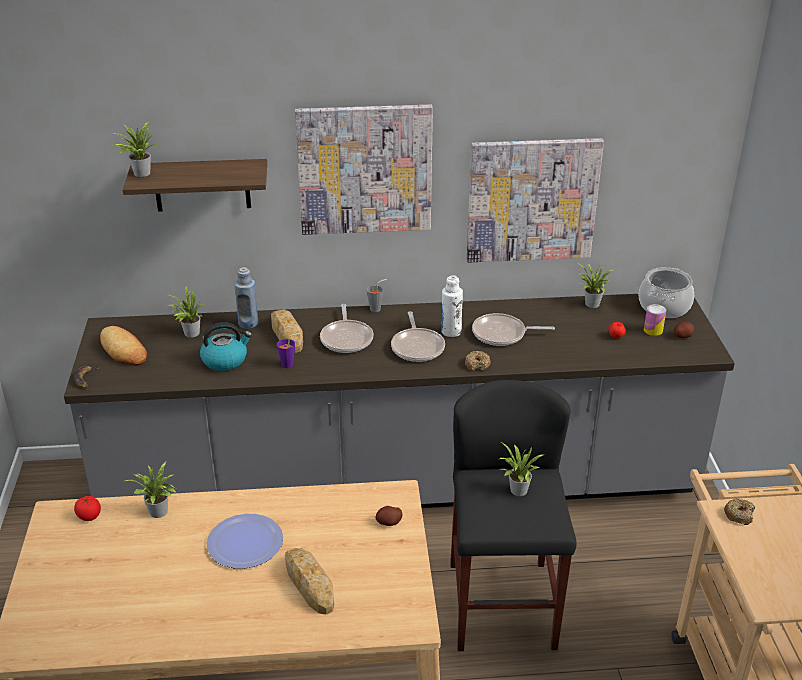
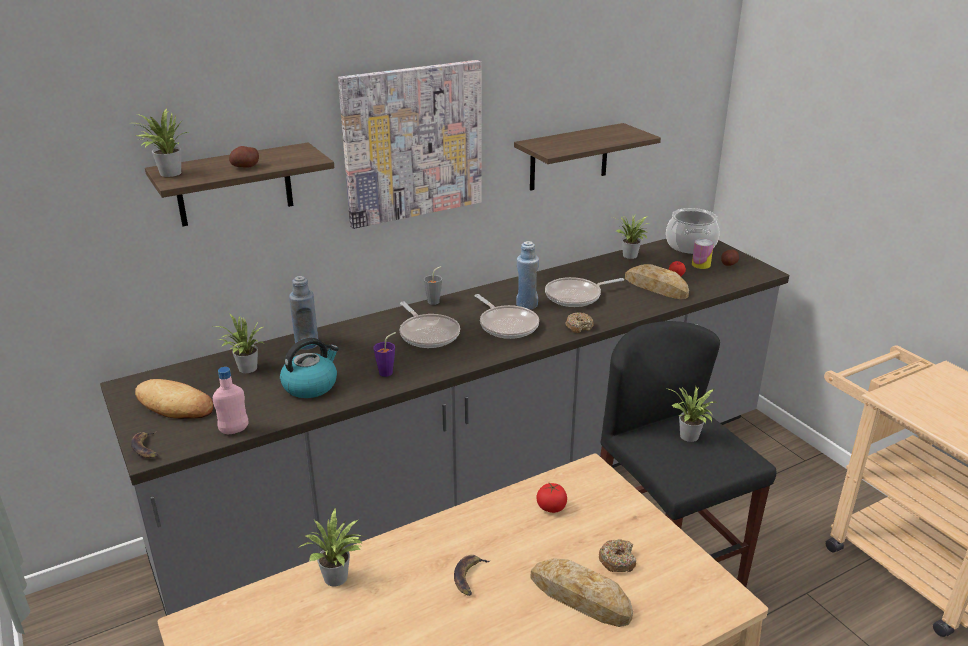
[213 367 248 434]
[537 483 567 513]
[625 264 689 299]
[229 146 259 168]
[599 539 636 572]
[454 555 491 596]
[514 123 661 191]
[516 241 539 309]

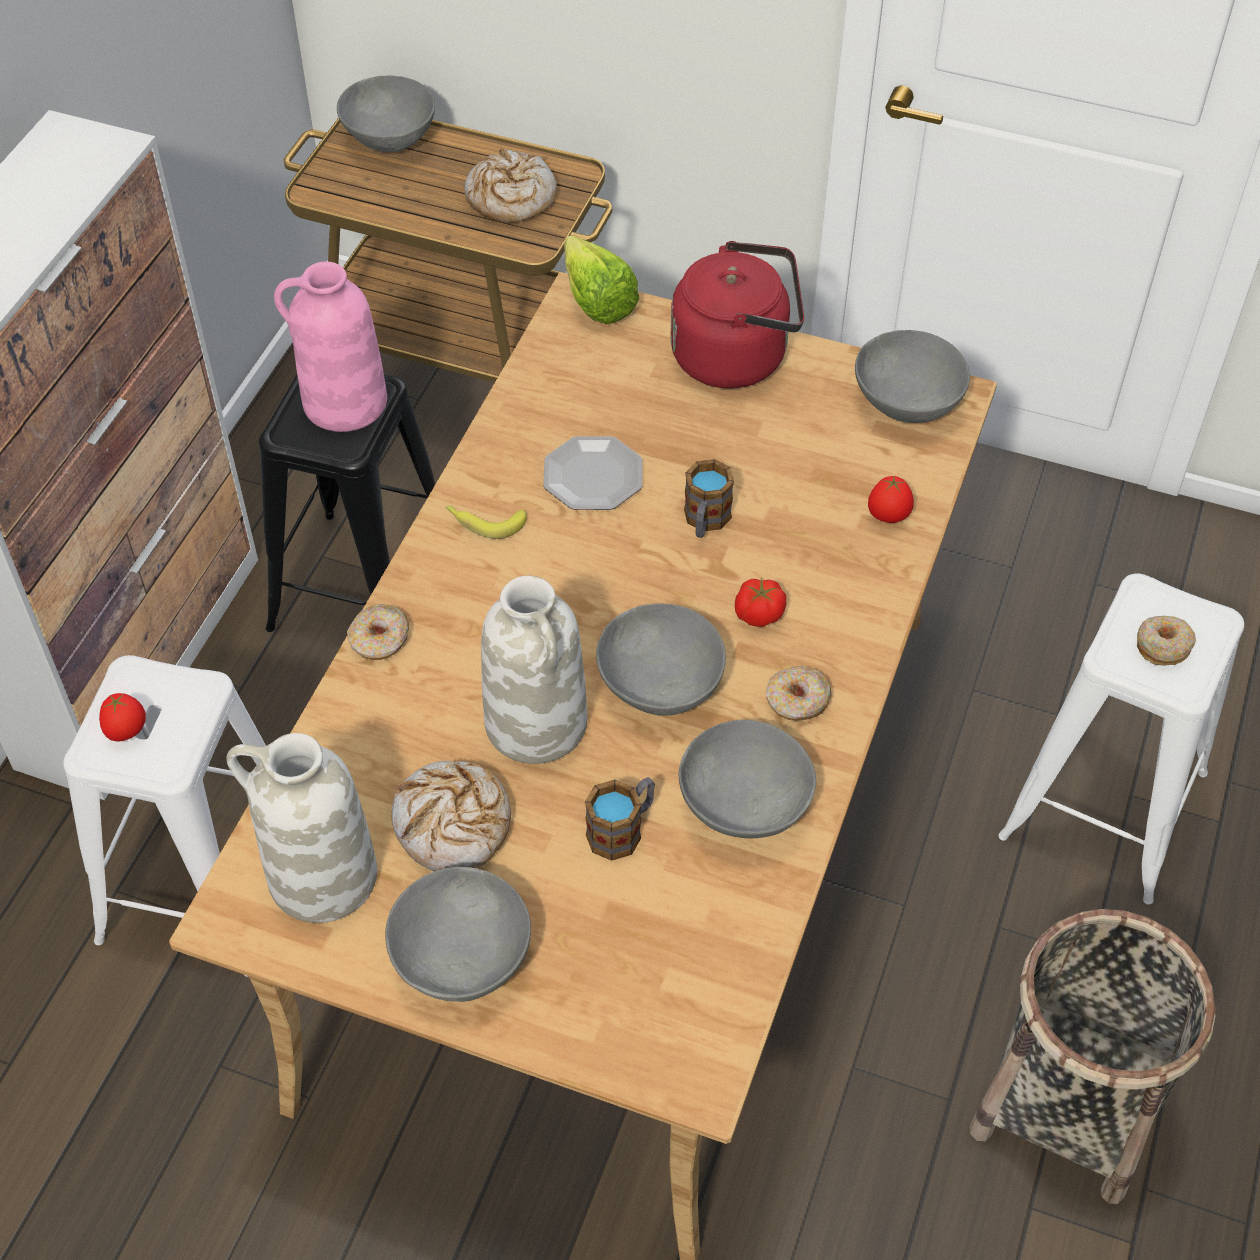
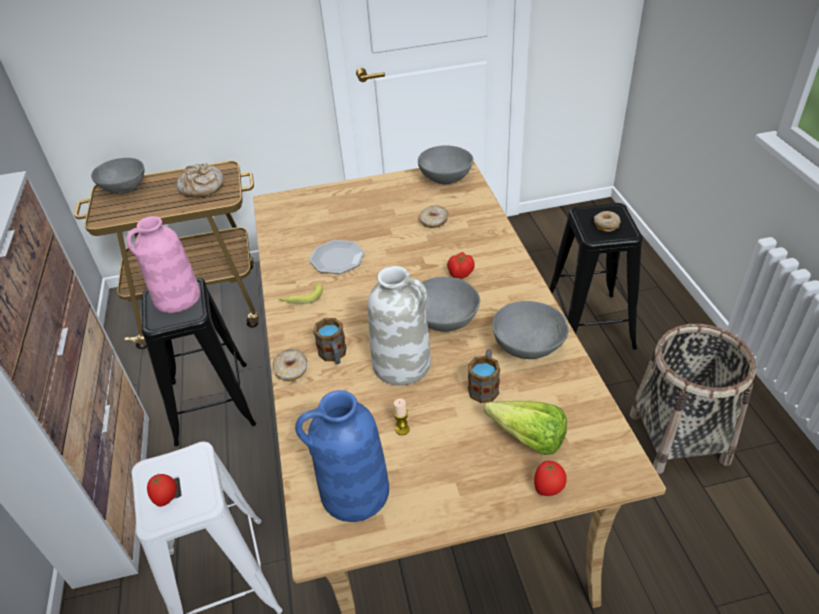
[385 867 531 1002] (first image)
[670 241 804 389] (first image)
[484 401 567 455]
[313 318 347 364]
[419 205 448 228]
[534 461 567 496]
[393 399 410 435]
[295 390 389 522]
[549 203 643 350]

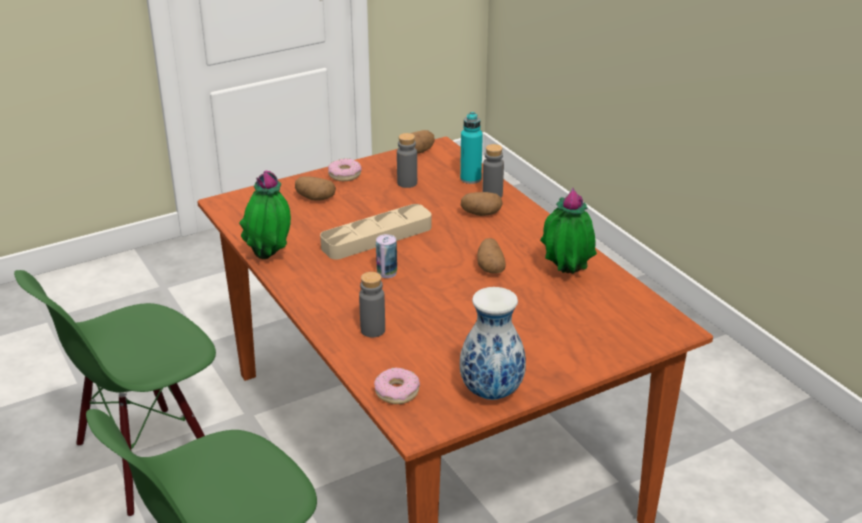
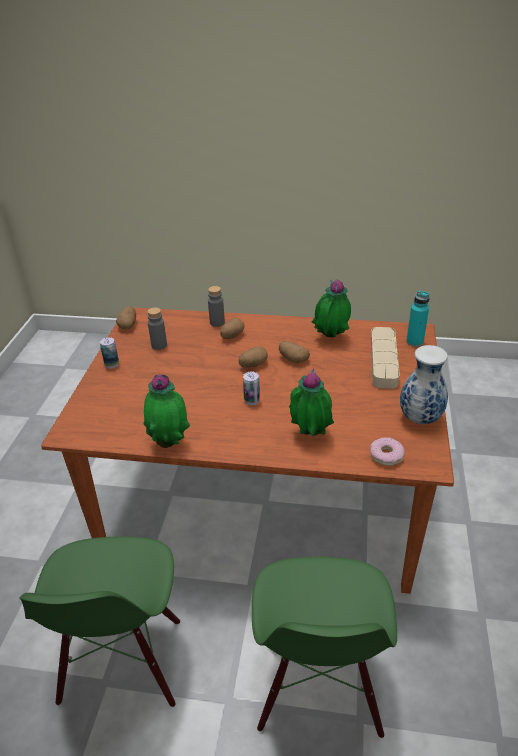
[239 346 268 368]
[371 327 400 389]
[406 290 430 347]
[100 337 119 369]
[289 369 334 436]

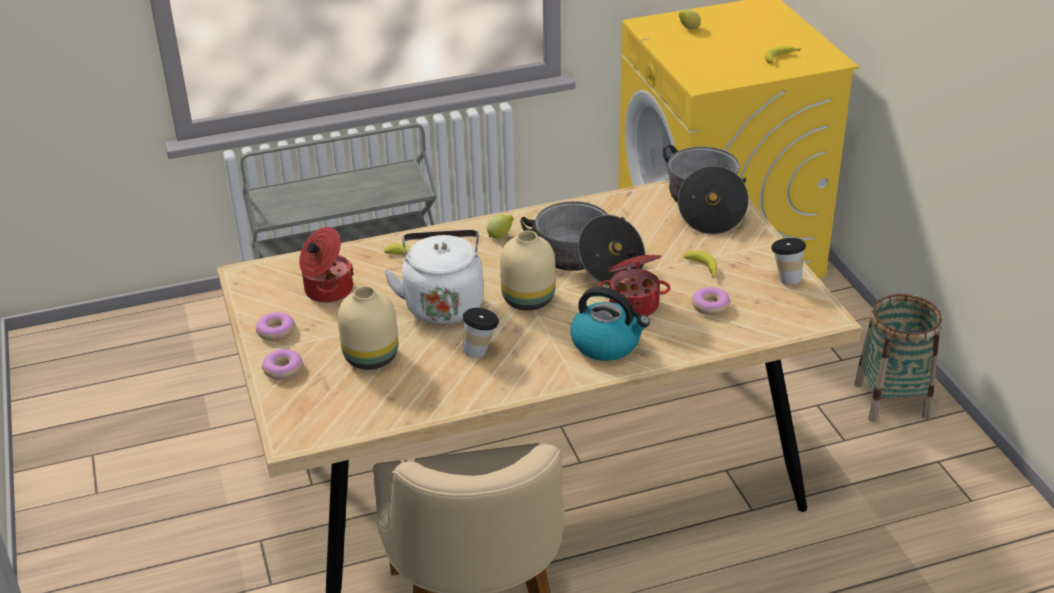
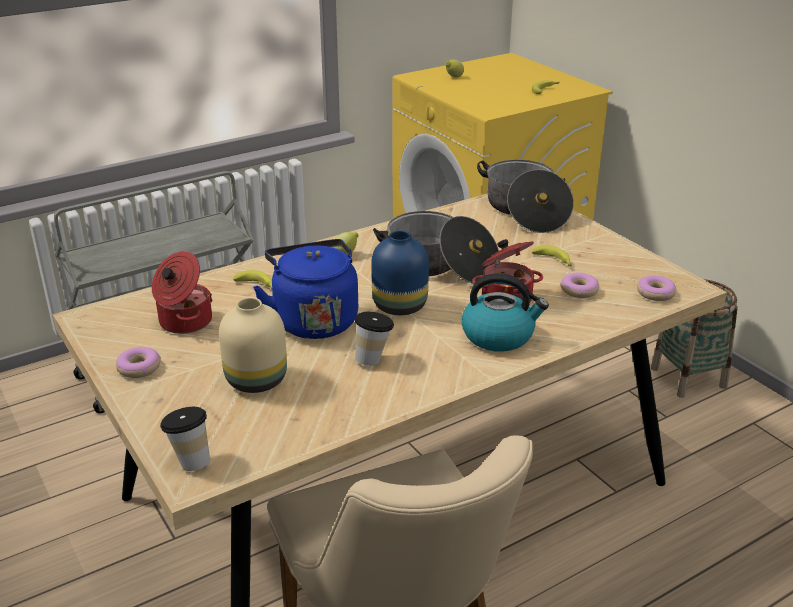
[637 275 676 301]
[160 407 210 471]
[253 239 358 339]
[371 230 429 315]

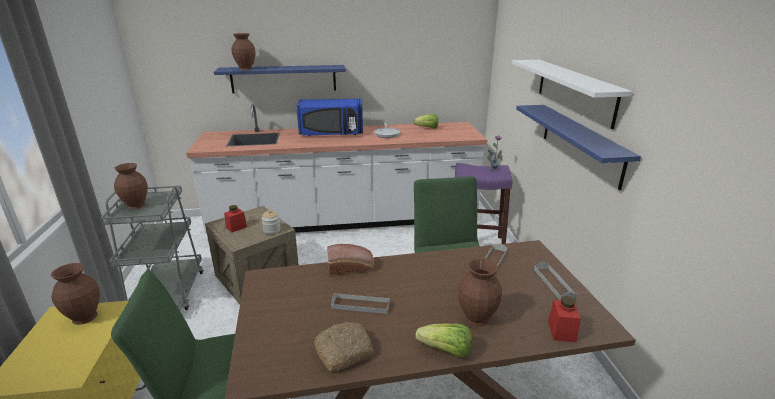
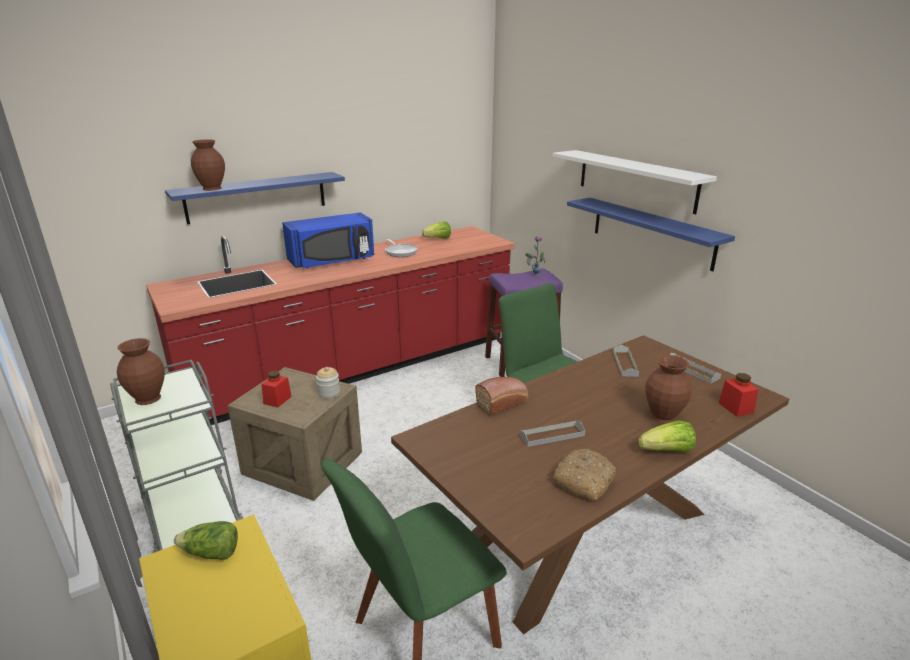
[174 521 238 560]
[146 226 515 425]

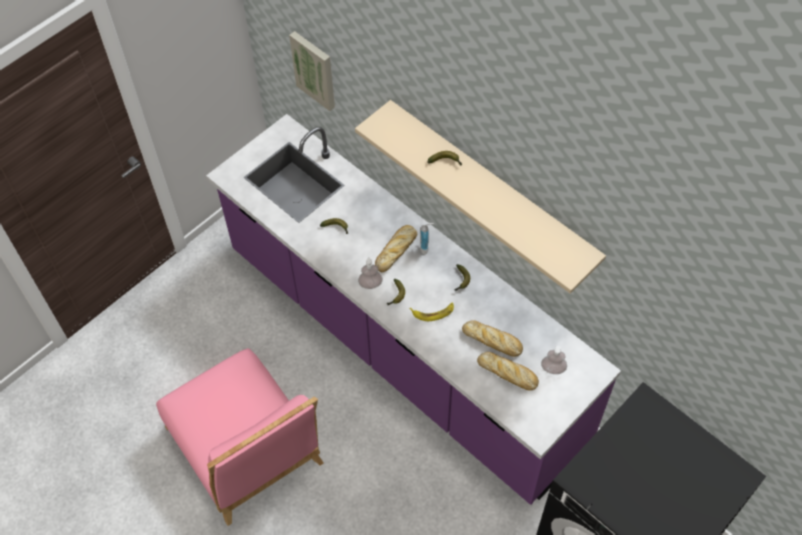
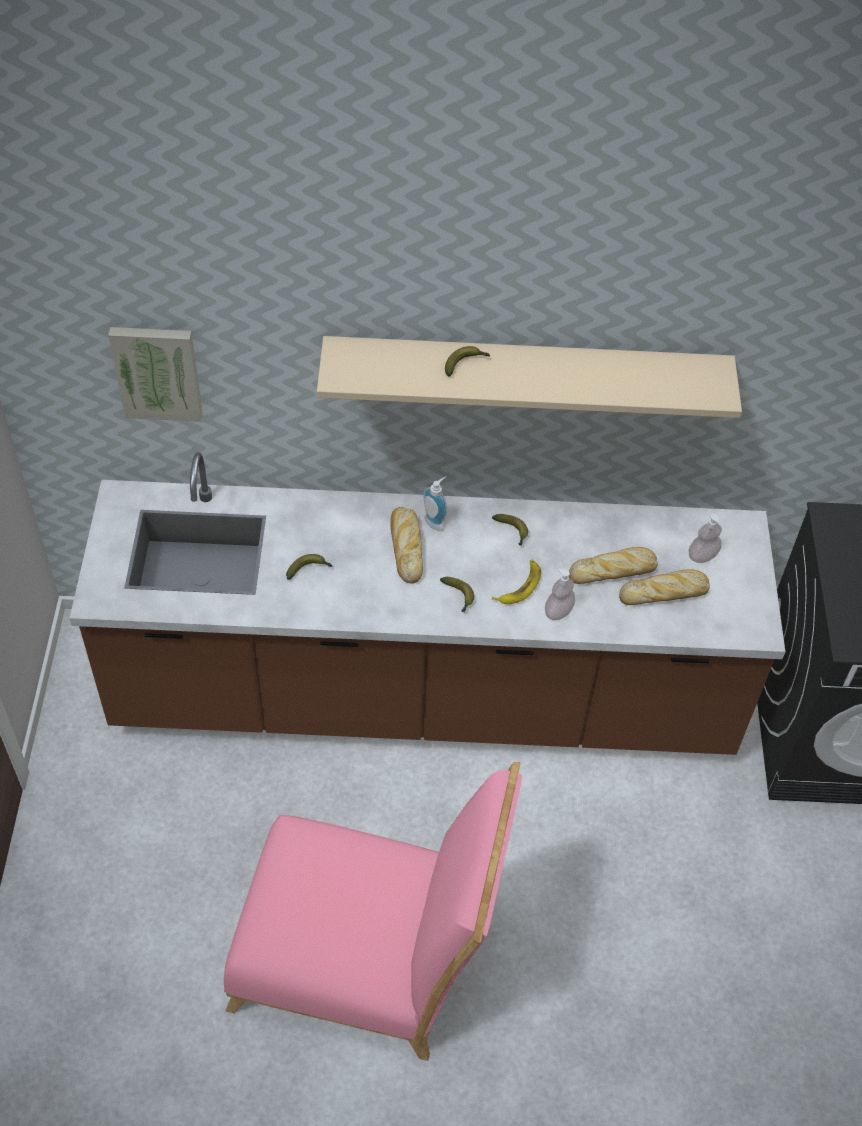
[545 569 575 620]
[70 452 785 755]

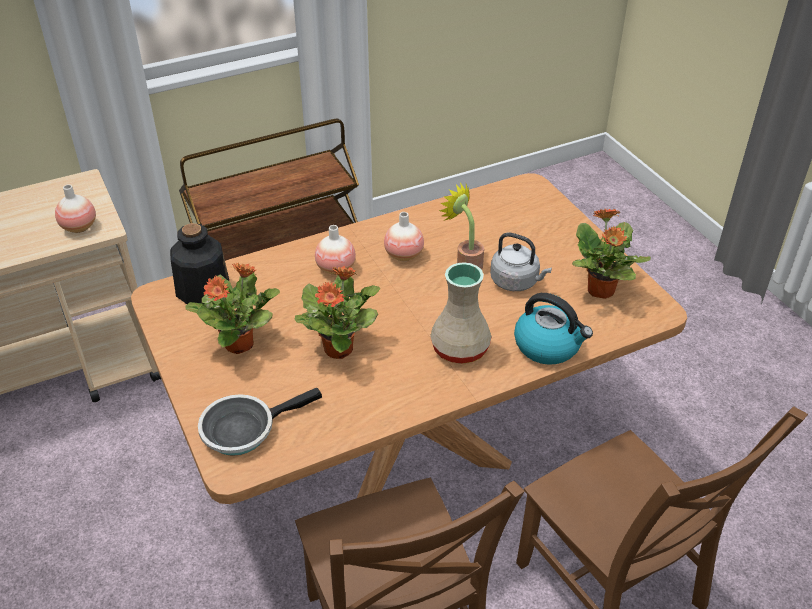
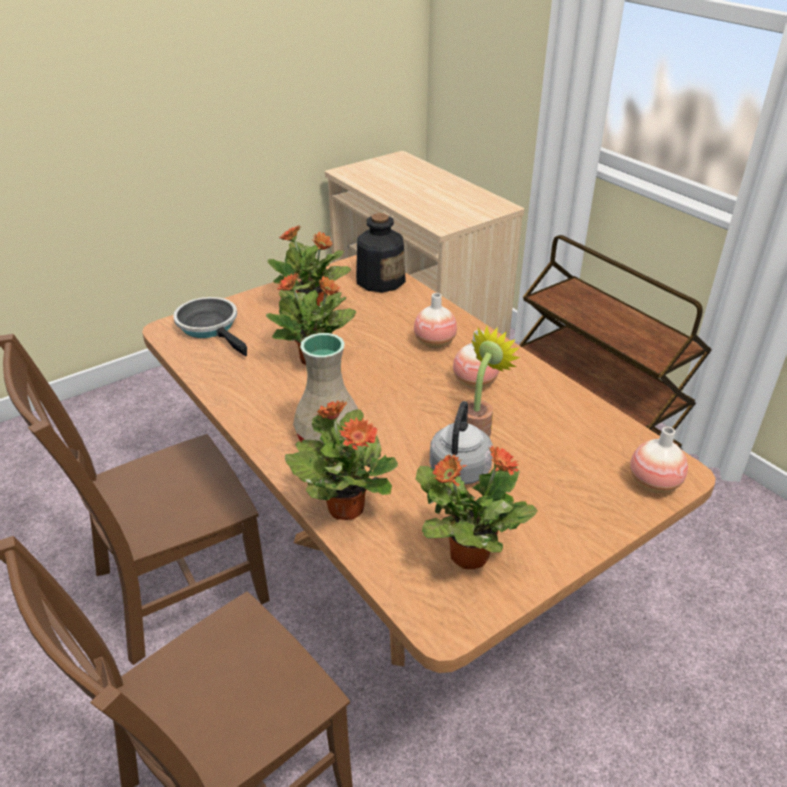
[630 427 688 493]
[285 400 398 520]

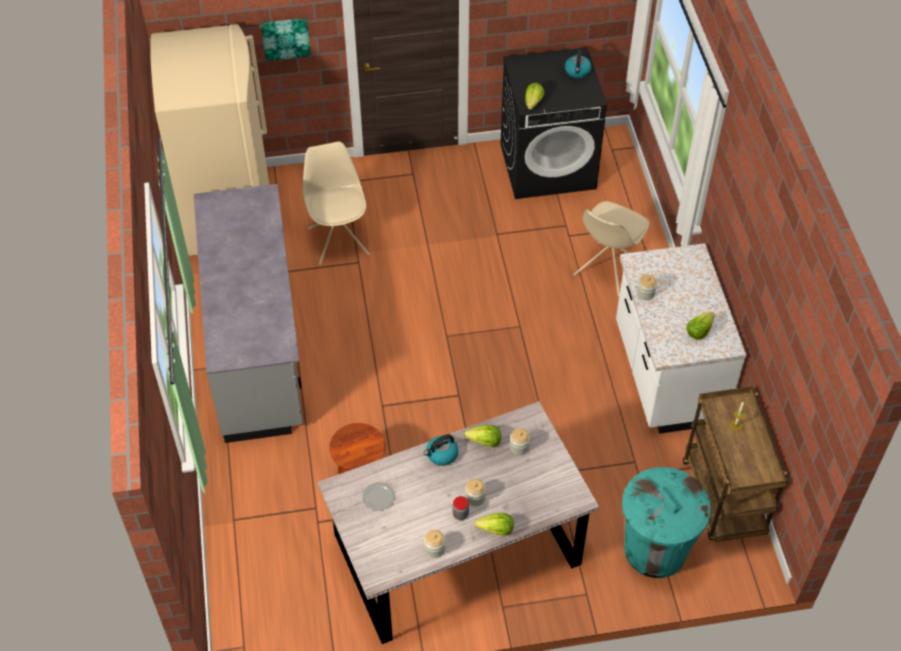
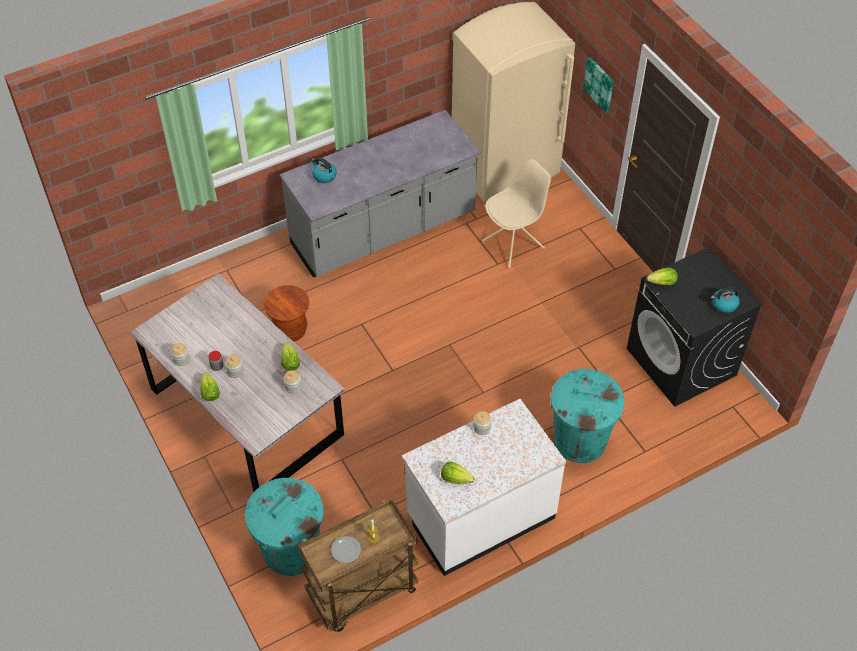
[331 536 361 563]
[311 158 337 183]
[551 369 625 463]

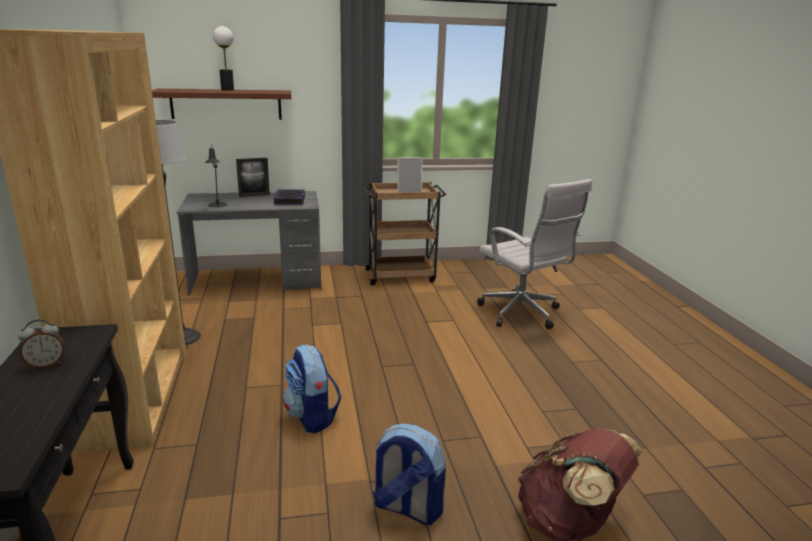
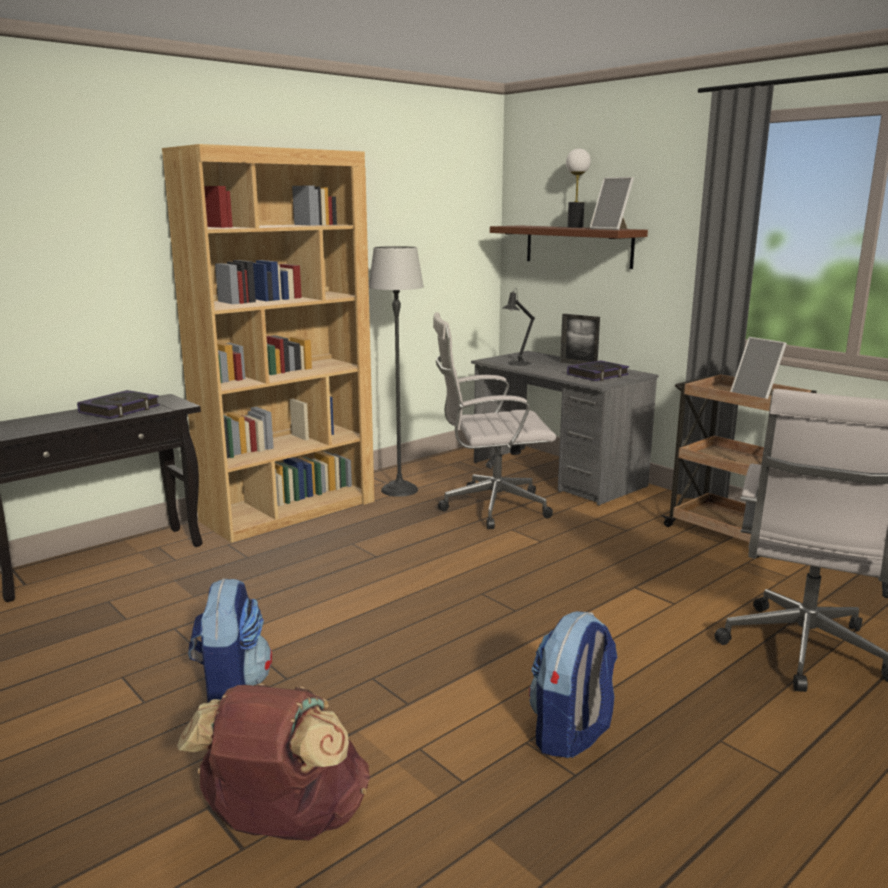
[433 312 556 529]
[590 177 634 230]
[529 611 617 758]
[77 390 160 419]

